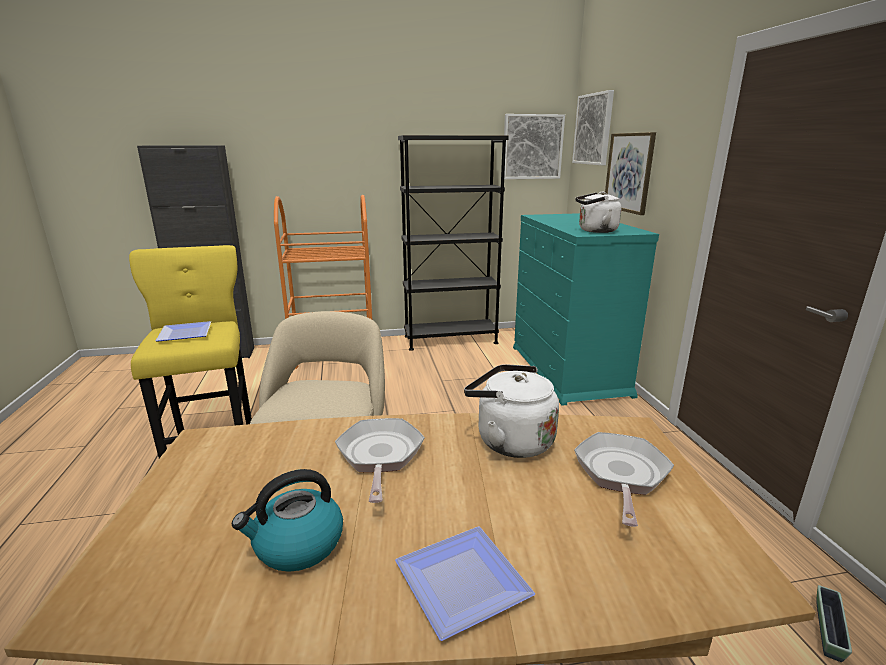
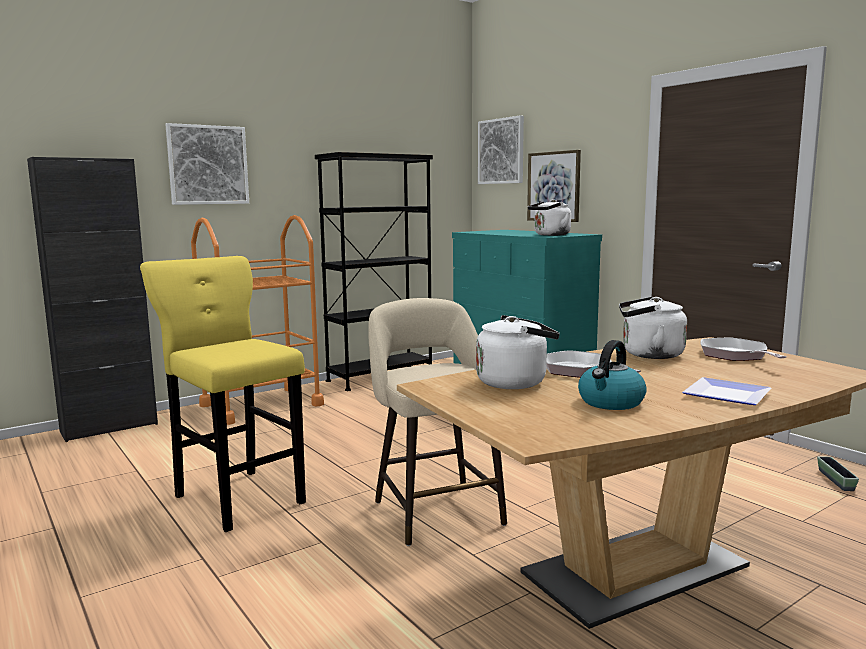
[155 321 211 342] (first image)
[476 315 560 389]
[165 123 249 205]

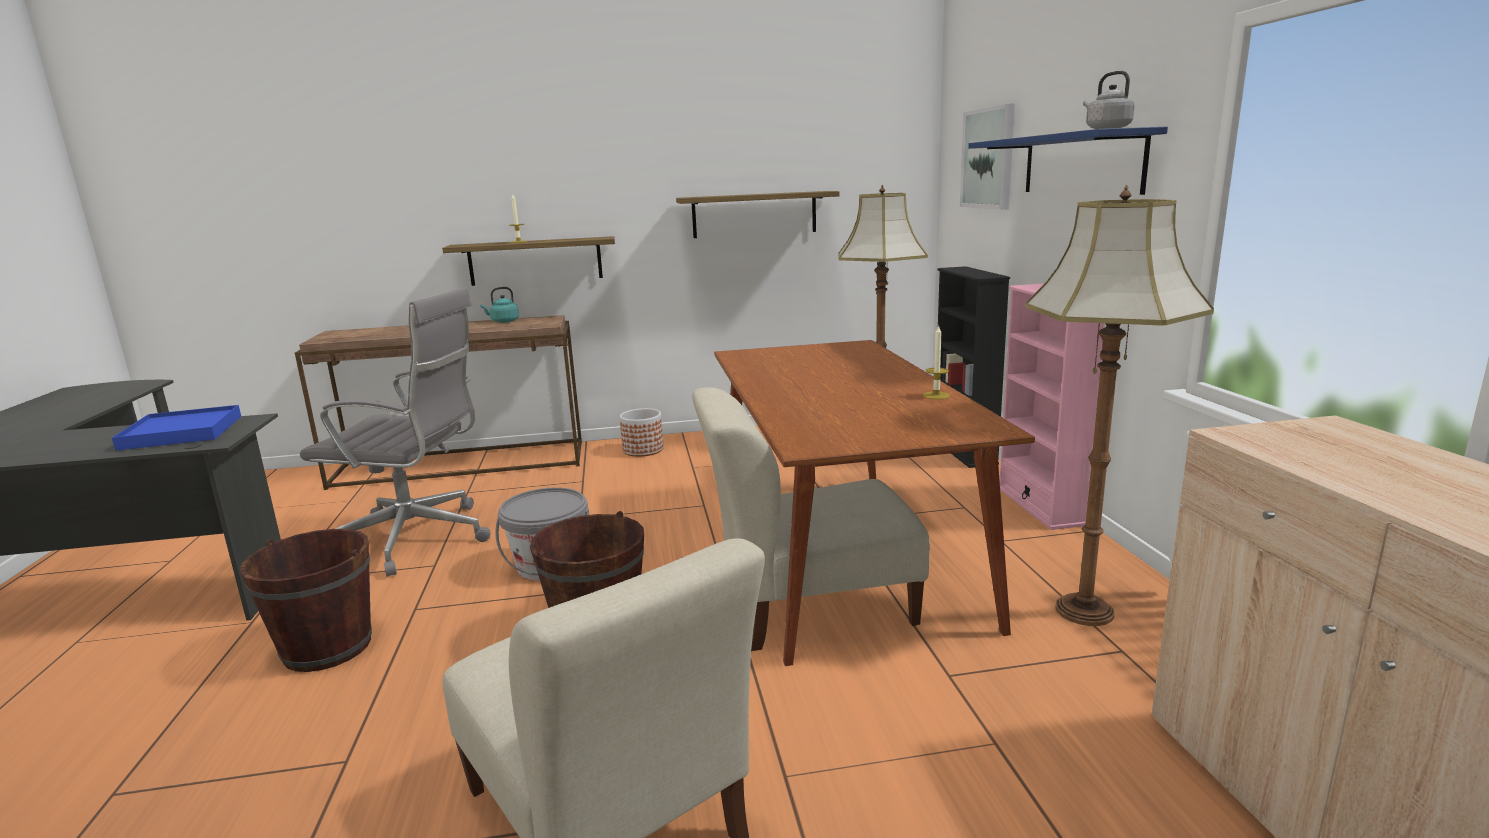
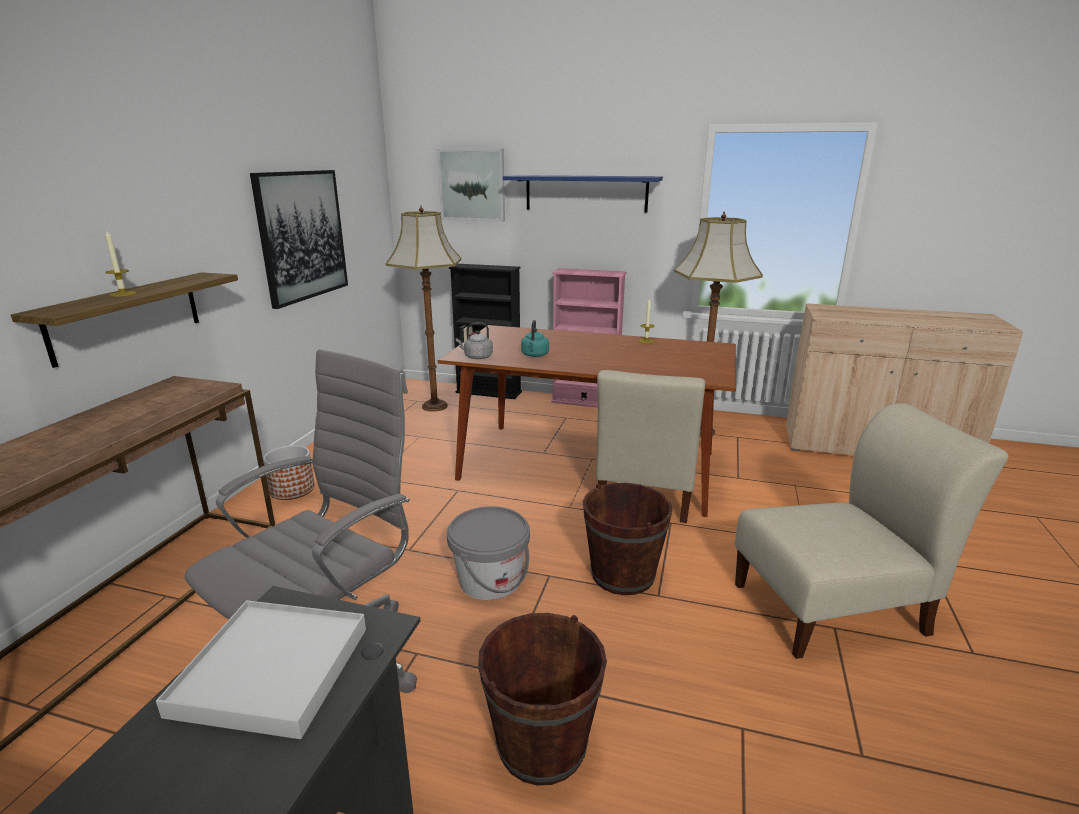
[521 320 549 357]
[456 322 493 359]
[250 170 348 309]
[156 600 366 739]

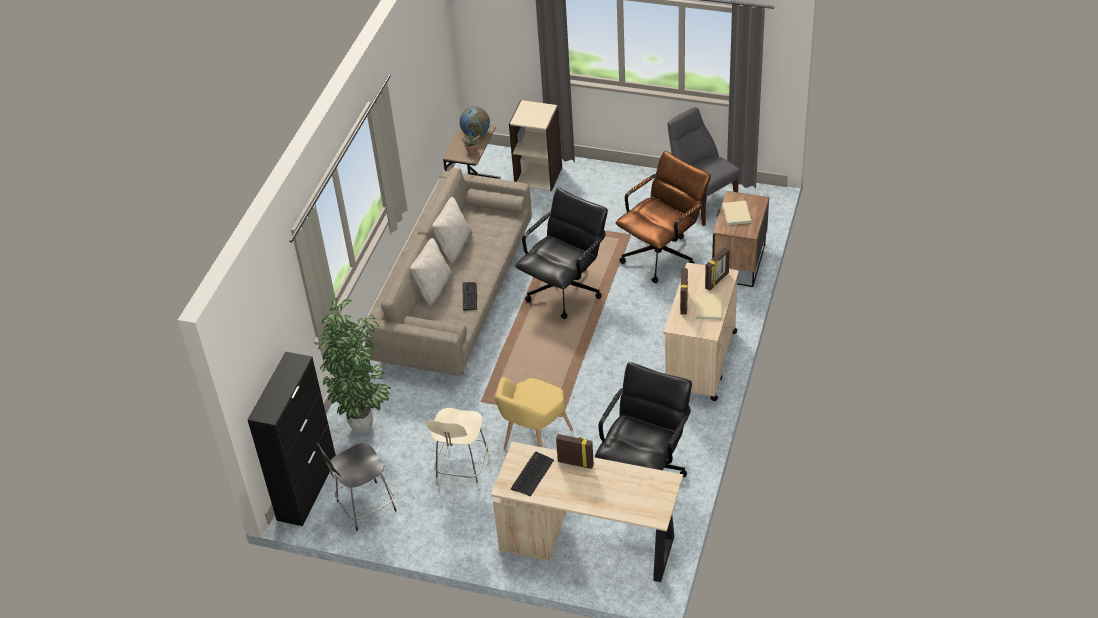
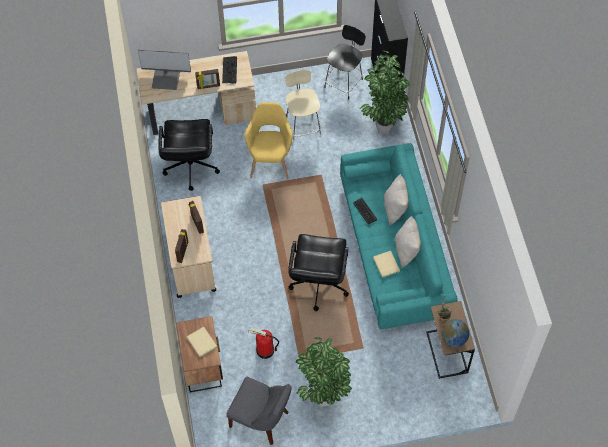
[509 100 562 191] (first image)
[138 50 191 90]
[296 337 352 407]
[373 251 400 278]
[248 328 279 359]
[340 143 458 329]

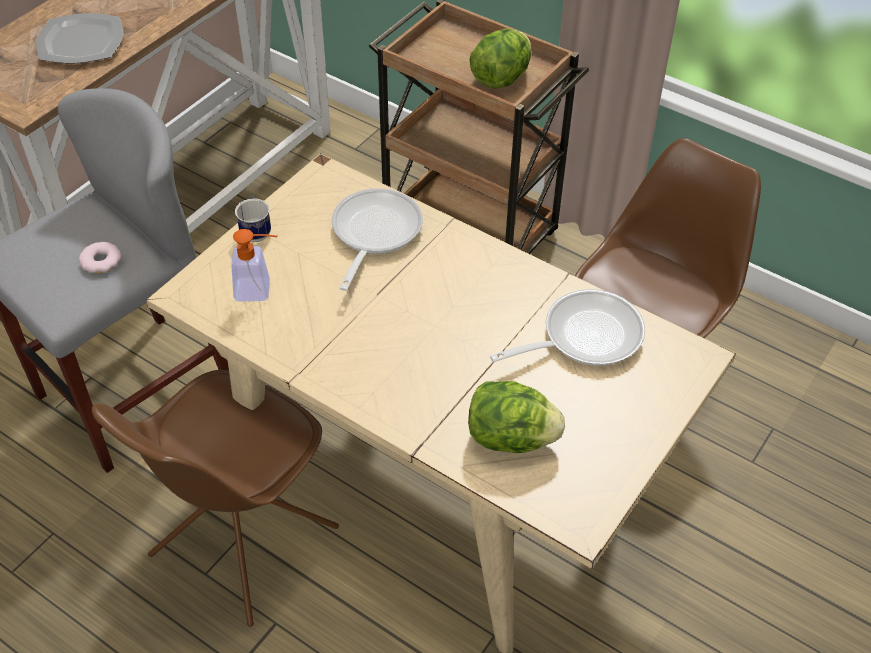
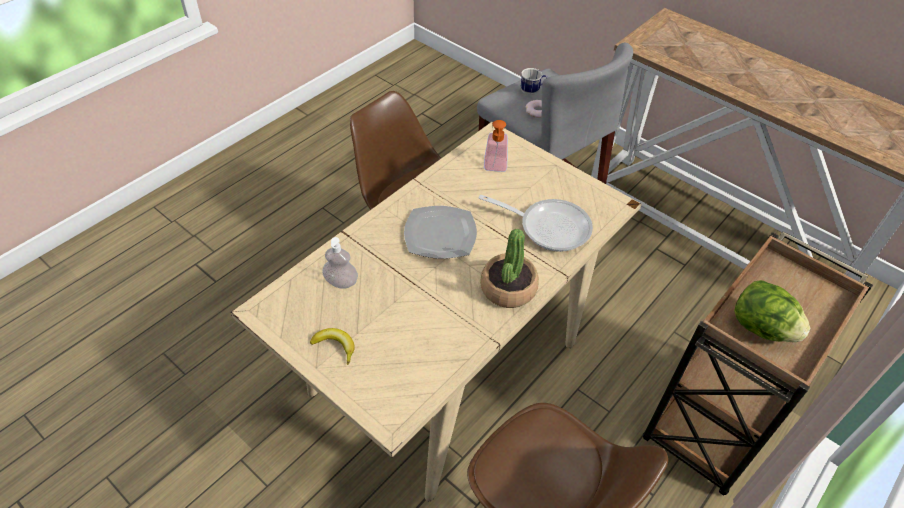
[490 289 645 366] (first image)
[310 328 355 365]
[480 229 539 308]
[404 206 477 259]
[521 68 548 95]
[322 237 358 289]

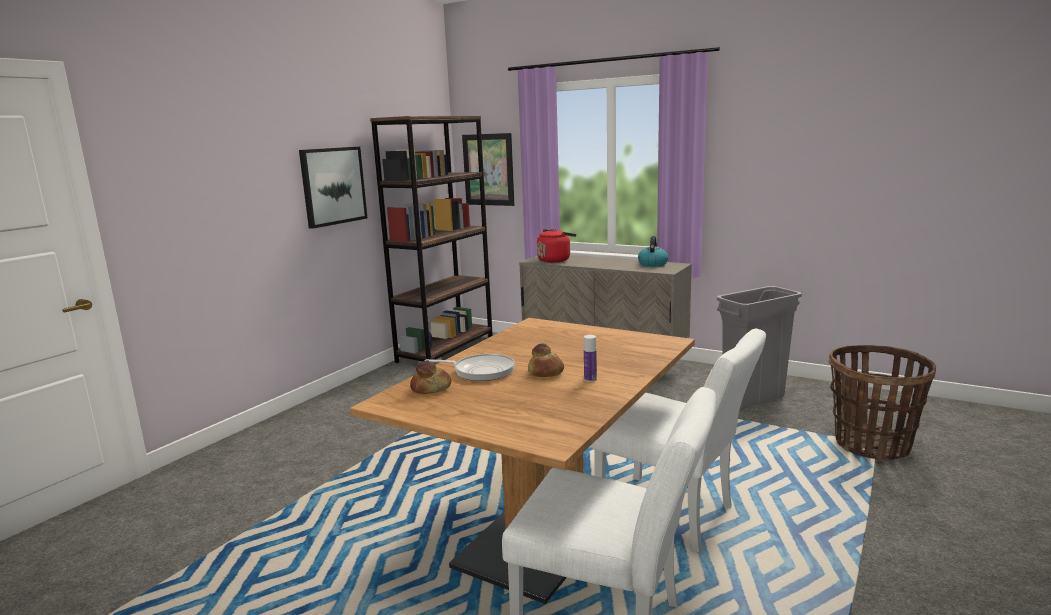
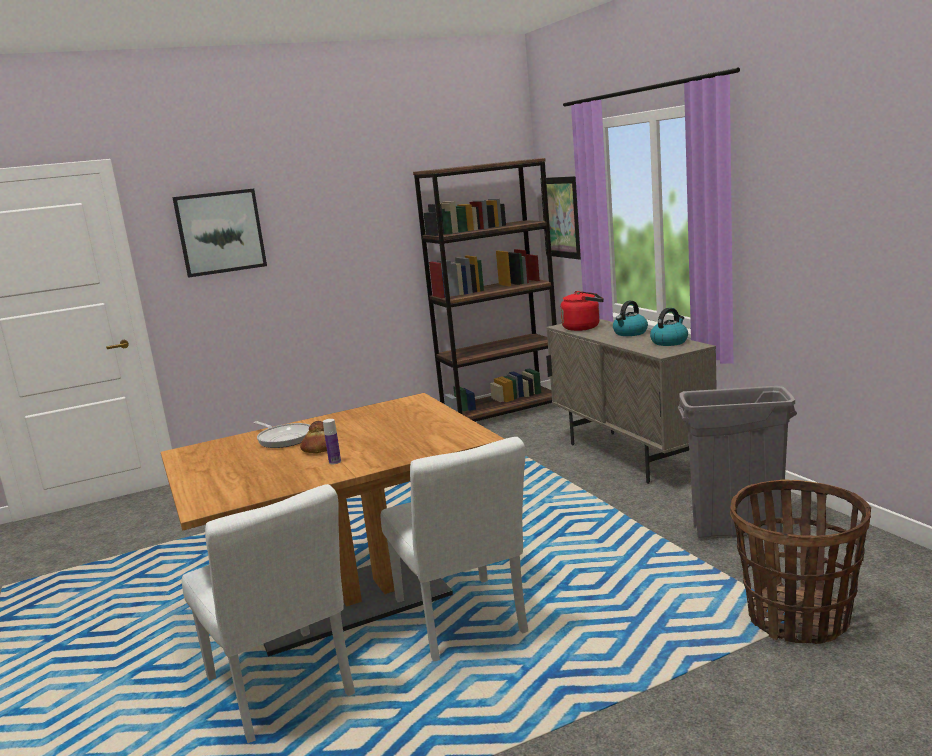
[410 360 451 394] (first image)
[613 301 648 336]
[172 189 267 278]

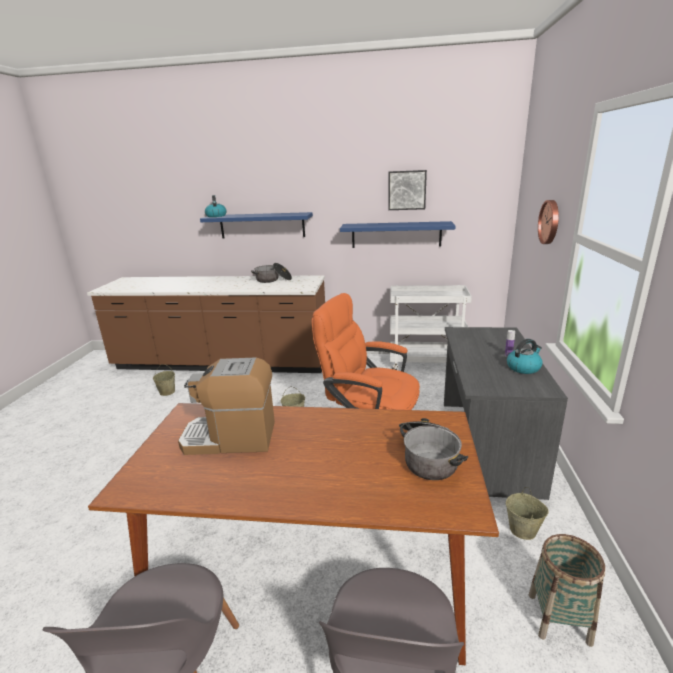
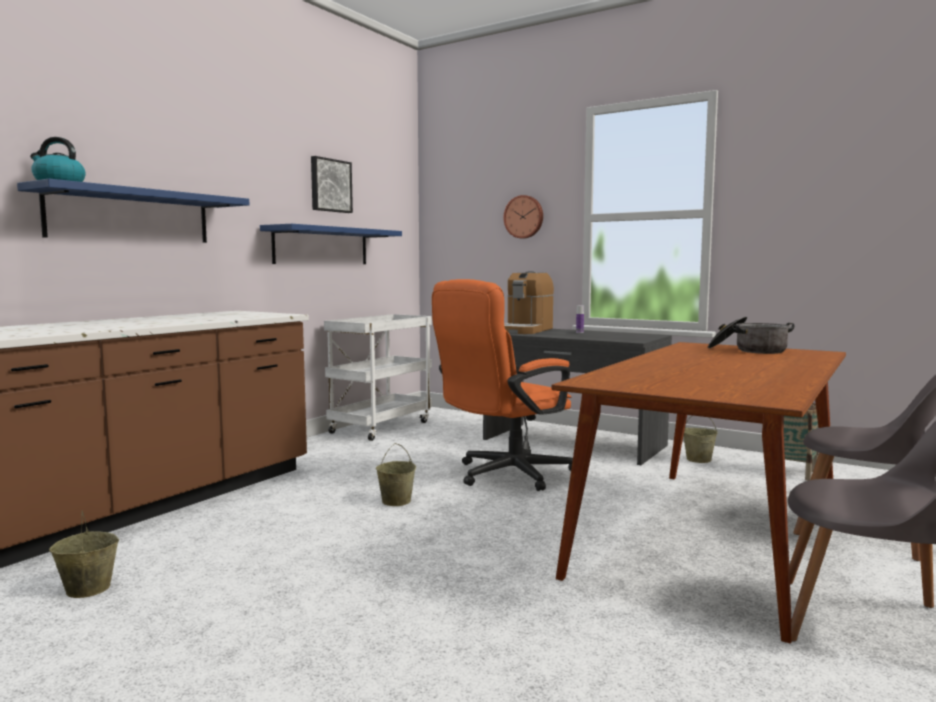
[251 263 292 283] (first image)
[507 339 542 374] (first image)
[504 271 554 334]

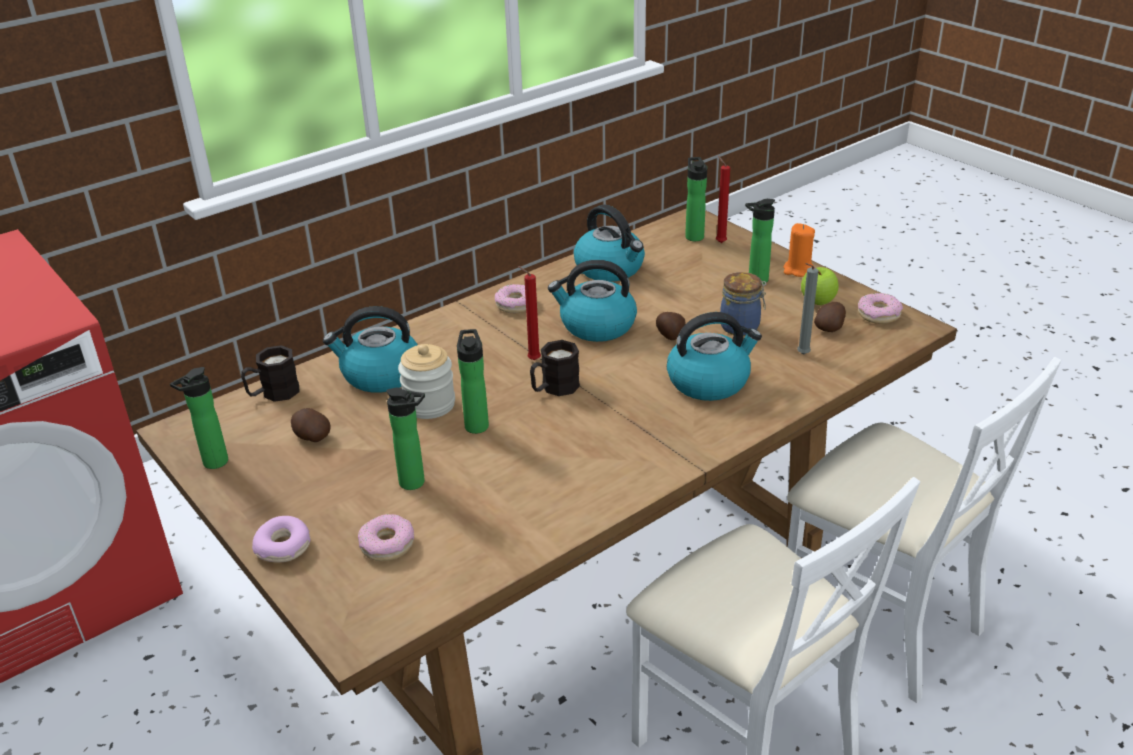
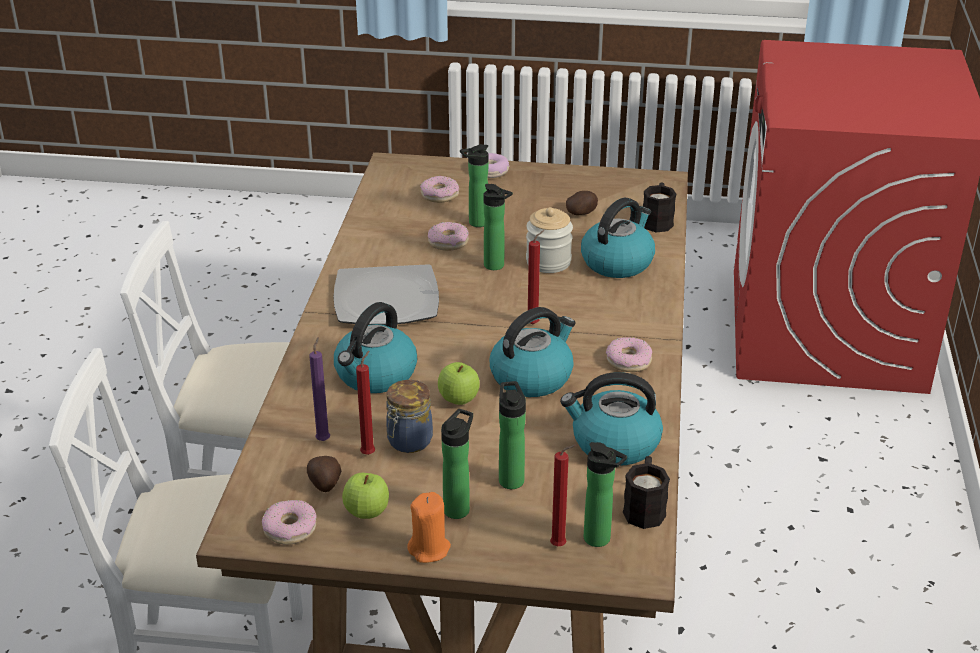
[334 264 439 325]
[356 351 375 455]
[428 222 469 251]
[499 381 526 489]
[623 456 670 529]
[438 362 480 405]
[309 337 330 441]

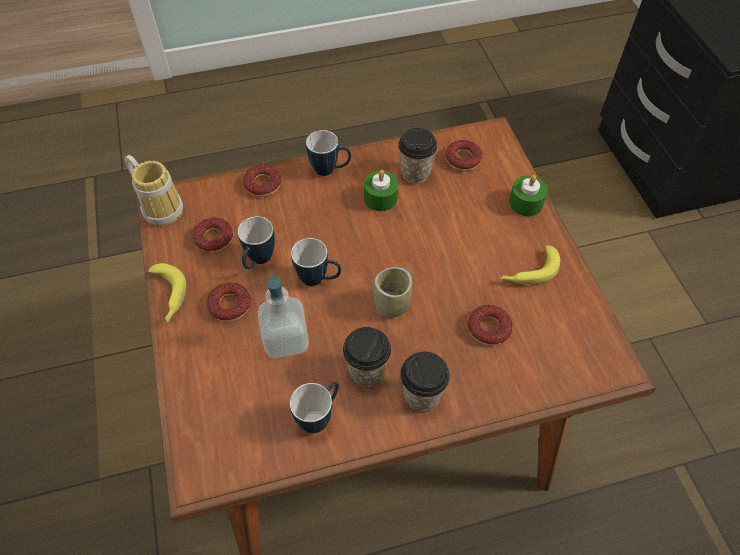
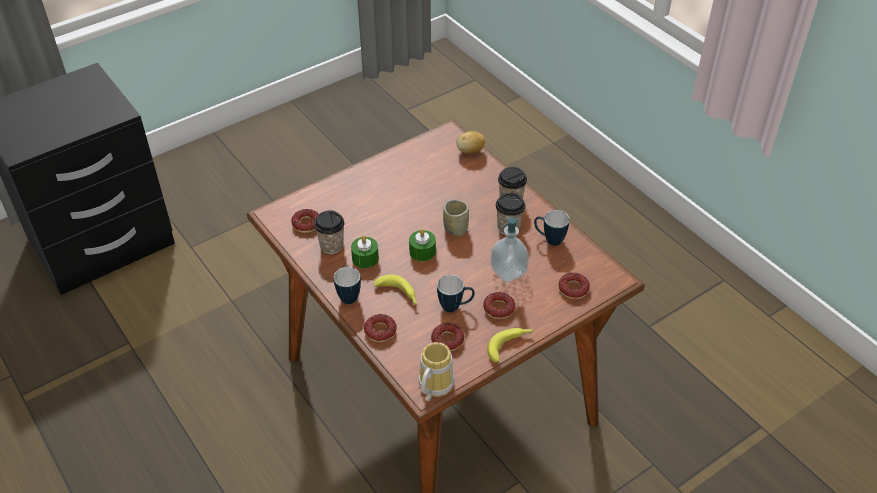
[291 238 341 286] (first image)
[456 131 485 153]
[558 273 590 299]
[374 275 417 304]
[409 229 436 261]

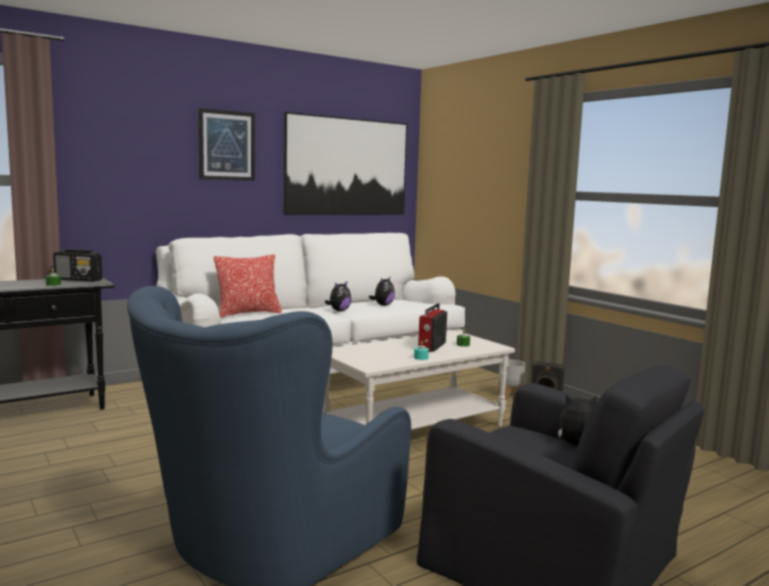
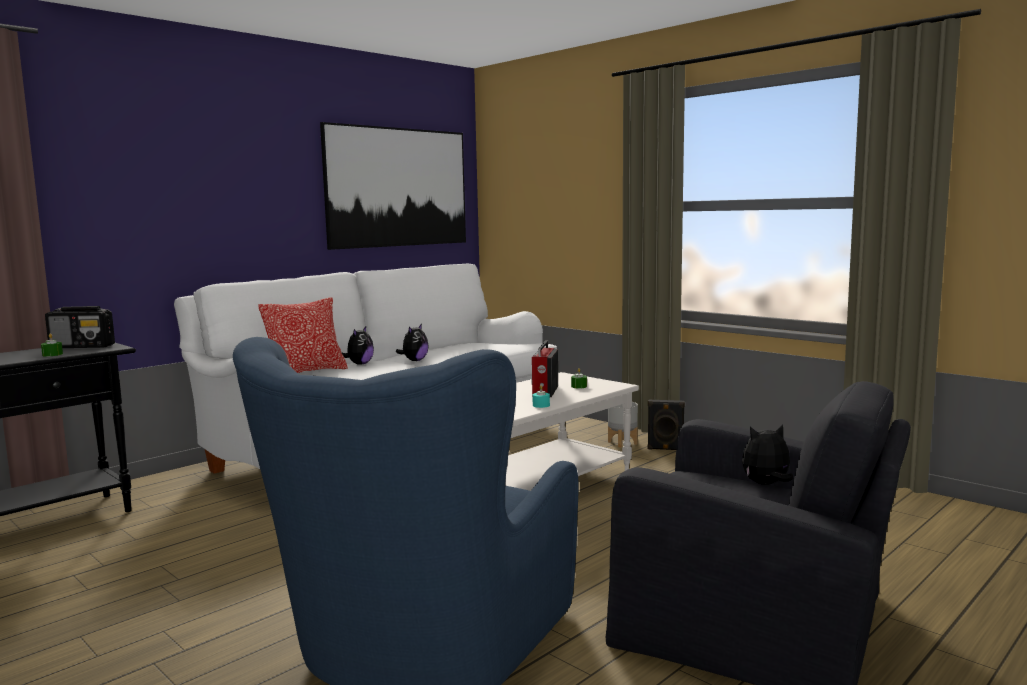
[198 108 255 181] (first image)
[341 327 374 365]

